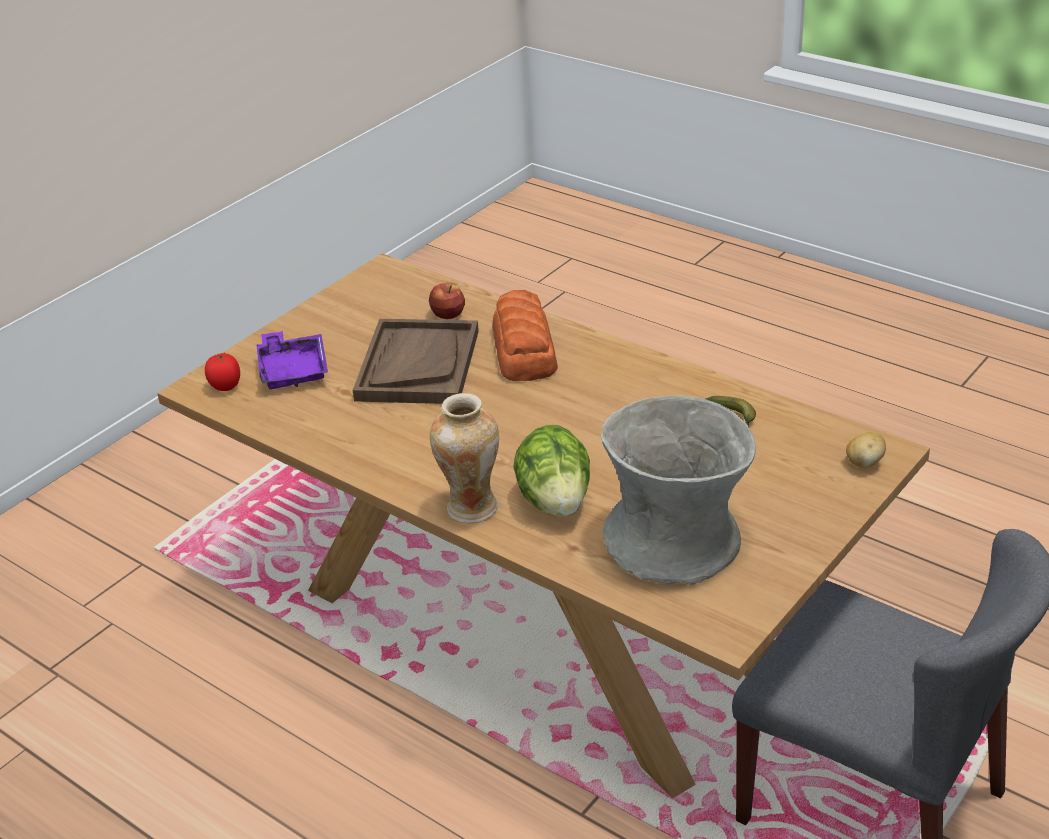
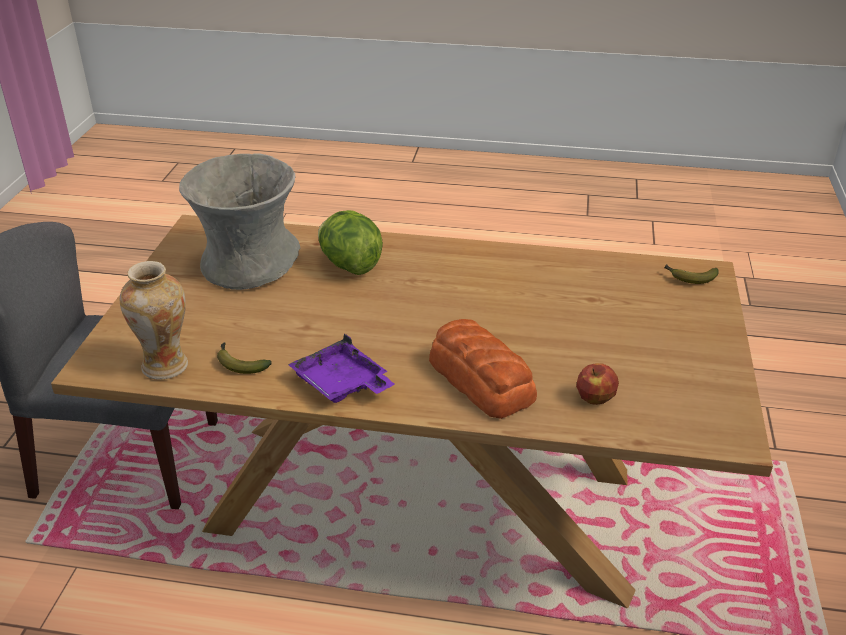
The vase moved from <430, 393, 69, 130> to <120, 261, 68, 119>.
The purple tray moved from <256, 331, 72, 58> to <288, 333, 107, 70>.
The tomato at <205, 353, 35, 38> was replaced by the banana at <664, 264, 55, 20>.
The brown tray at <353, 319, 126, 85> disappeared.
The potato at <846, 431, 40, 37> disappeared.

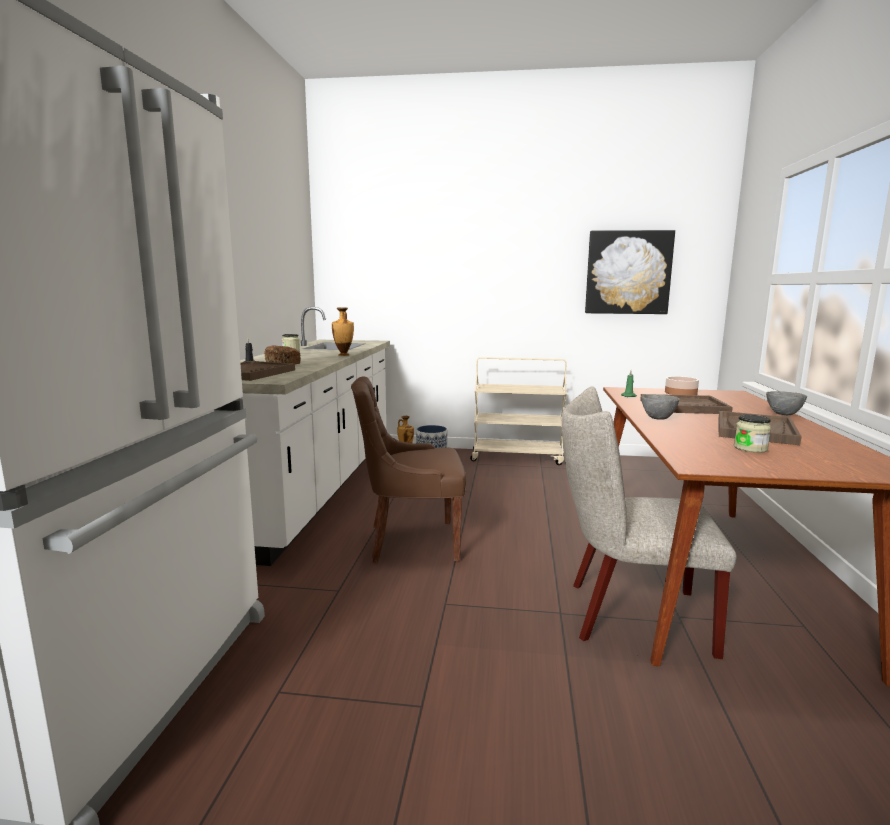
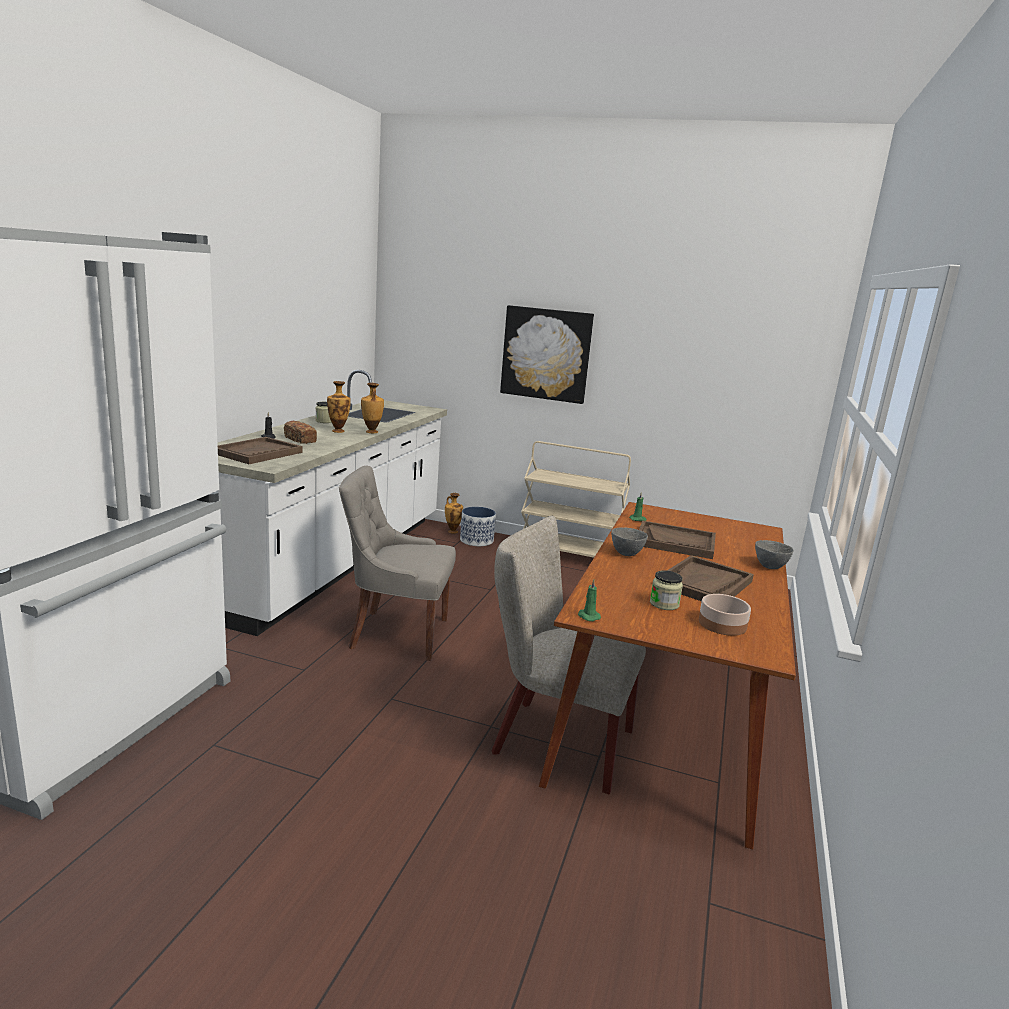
The vase at <327, 381, 24, 52> appeared.
The brown chair at <351, 377, 115, 186> became the grey chair at <339, 466, 117, 195>.
The picture moved from <585, 230, 90, 84> to <500, 305, 94, 99>.
The green candle at <578, 579, 23, 42> appeared.
The bowl moved from <665, 376, 34, 19> to <699, 594, 52, 42>.

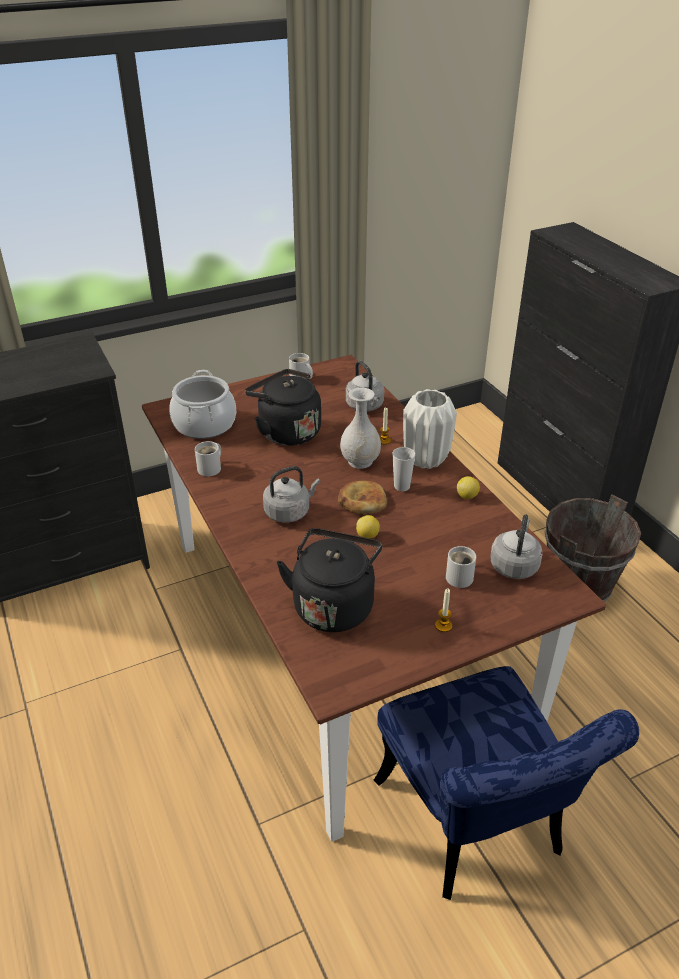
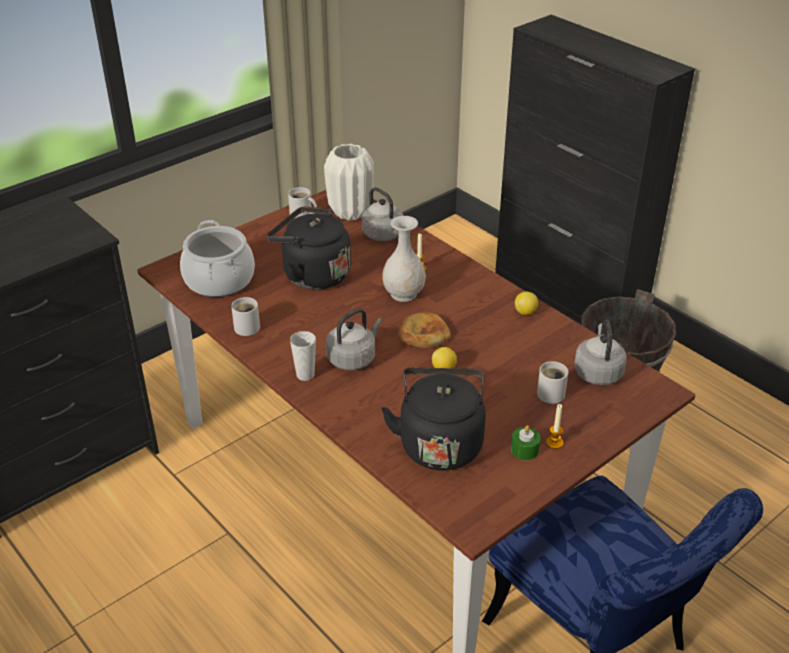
The cup moved from <392, 447, 23, 44> to <290, 331, 26, 50>.
The white vase moved from <403, 389, 54, 80> to <324, 144, 50, 77>.
The green candle at <511, 425, 30, 35> appeared.

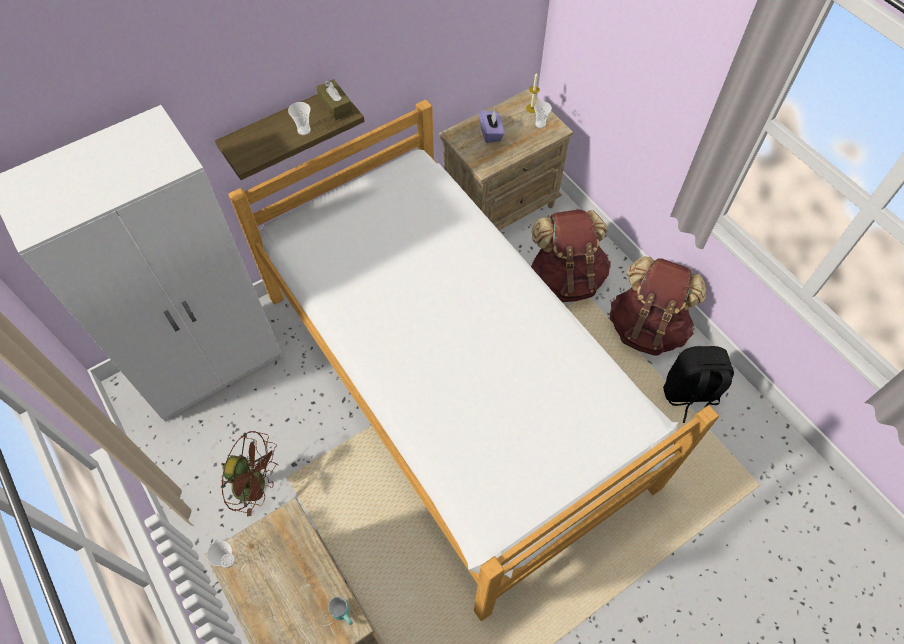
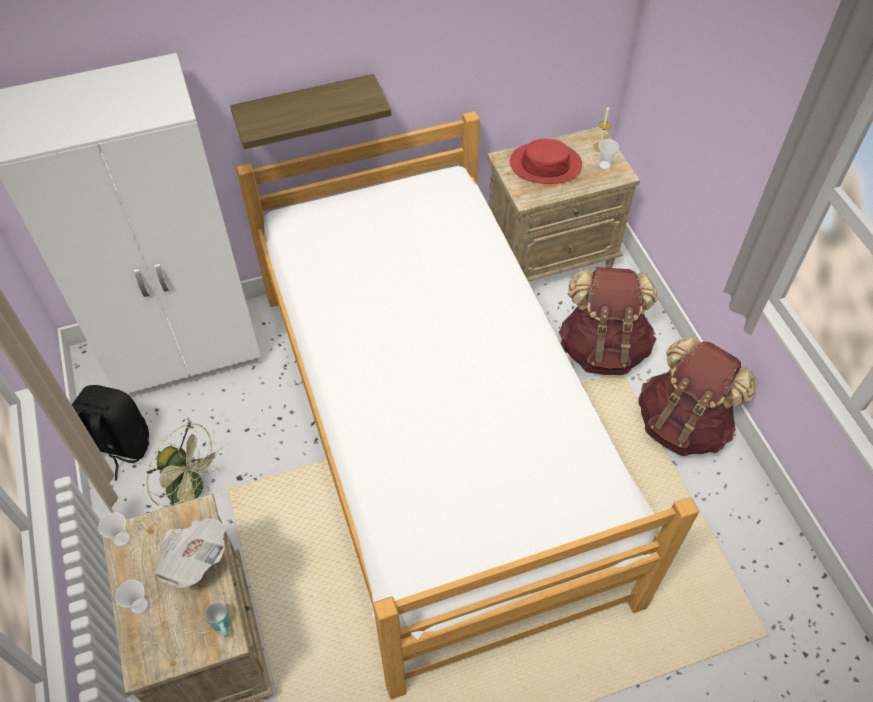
The black backpack moved from <663, 346, 71, 77> to <72, 385, 77, 95>.
The cup moved from <288, 102, 23, 33> to <115, 580, 33, 35>.
The brown fan at <221, 431, 57, 85> became the green fan at <147, 423, 74, 85>.
The newspaper at <153, 516, 74, 72> appeared.
The purple tissue box at <479, 110, 26, 33> was replaced by the red hat at <510, 139, 72, 45>.
The brown tissue box at <316, 79, 37, 42> disappeared.

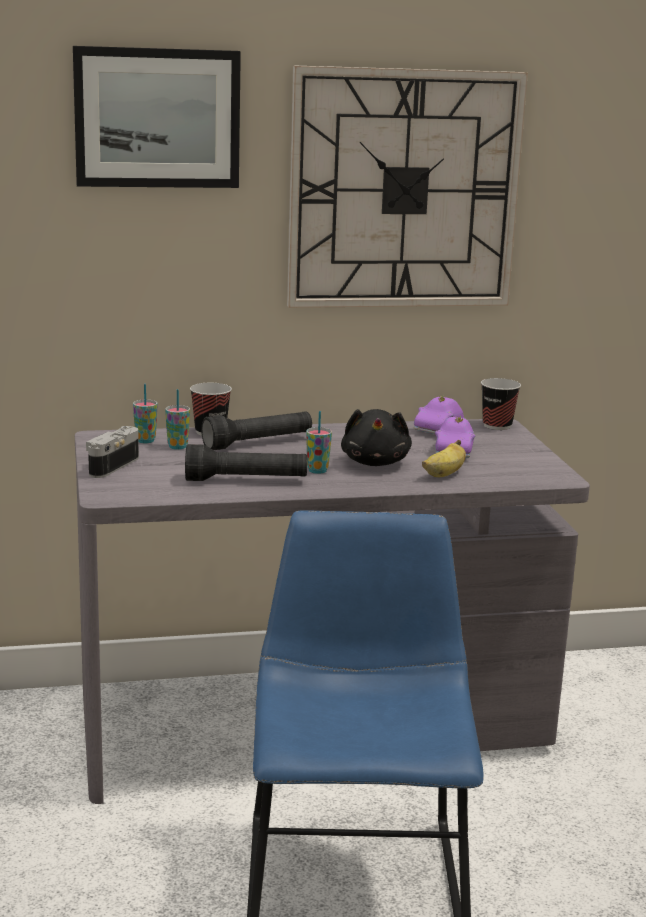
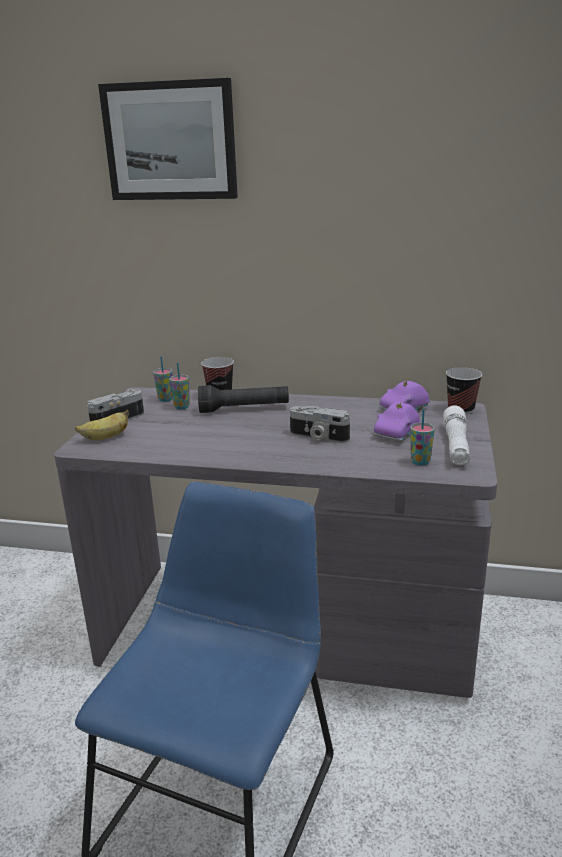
The banana moved from <422, 440, 44, 37> to <75, 410, 54, 30>.
The black plush toy at <341, 409, 71, 57> was replaced by the photo camera at <290, 406, 60, 37>.
The cup moved from <306, 411, 26, 63> to <410, 409, 25, 57>.
The white flashlight at <443, 405, 27, 60> appeared.
The black flashlight at <185, 444, 122, 37> disappeared.
The wall clock at <287, 65, 241, 243> disappeared.

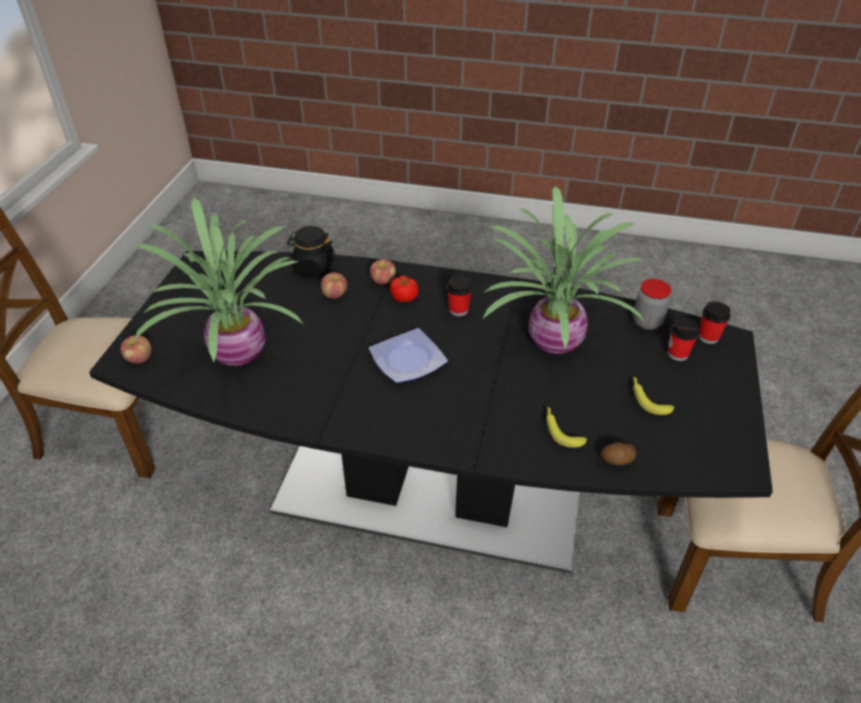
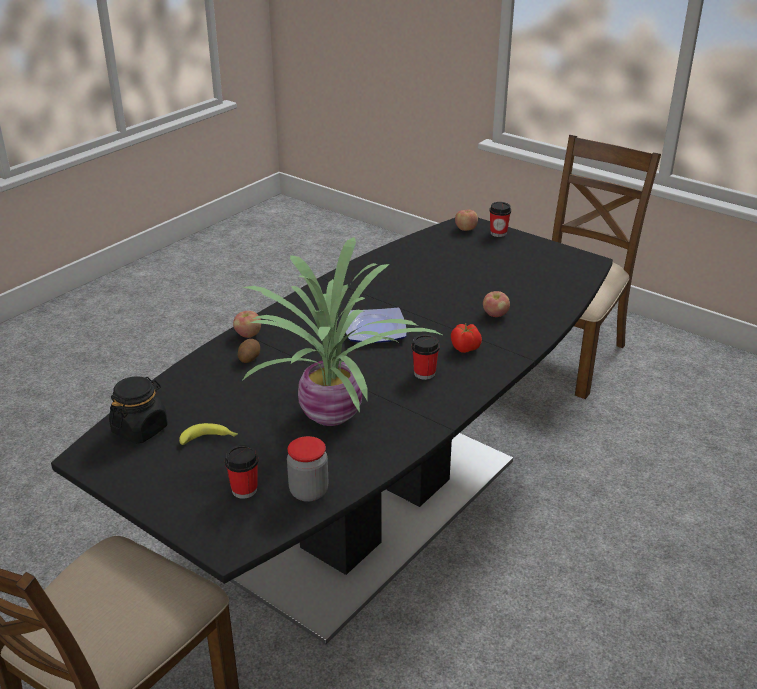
The black jar moved from <287, 226, 48, 51> to <109, 376, 59, 68>.
The apple moved from <370, 259, 26, 26> to <233, 311, 28, 27>.
The potato moved from <601, 442, 35, 24> to <238, 339, 22, 24>.
The cup moved from <698, 301, 33, 43> to <489, 202, 22, 35>.
The potted plant at <133, 198, 170, 168> disappeared.
The banana at <547, 407, 40, 41> disappeared.

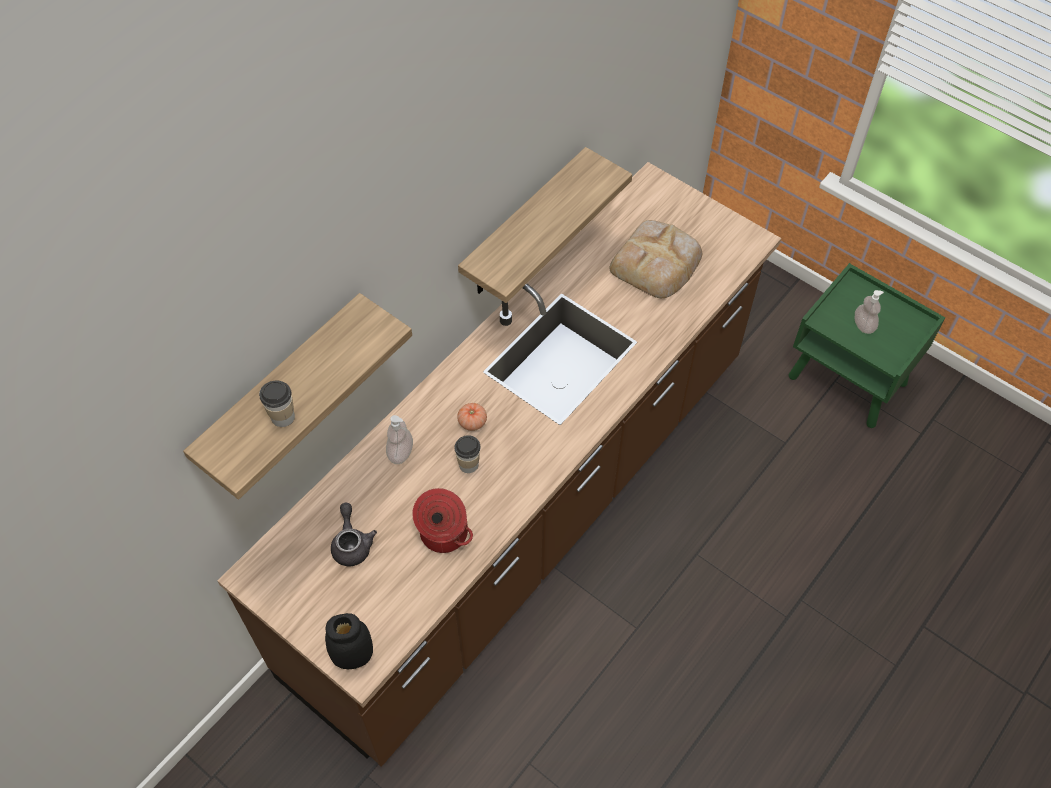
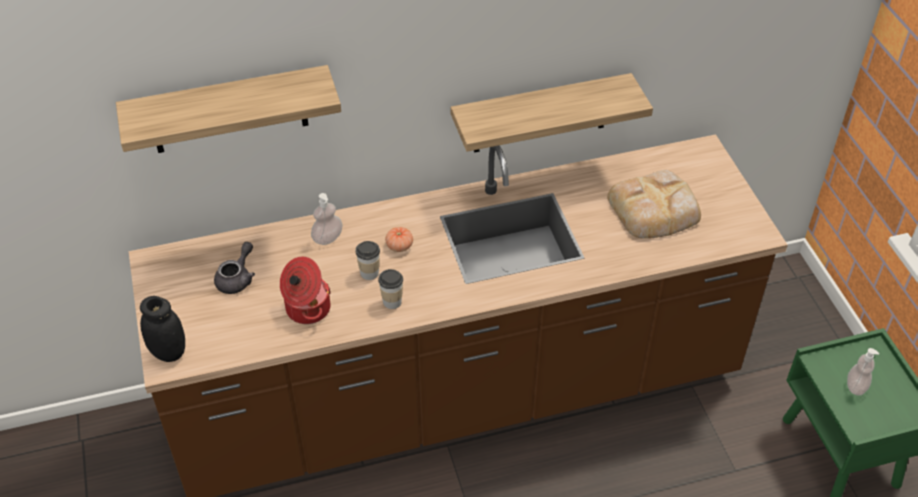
The cup moved from <259, 381, 36, 46> to <378, 269, 25, 40>.

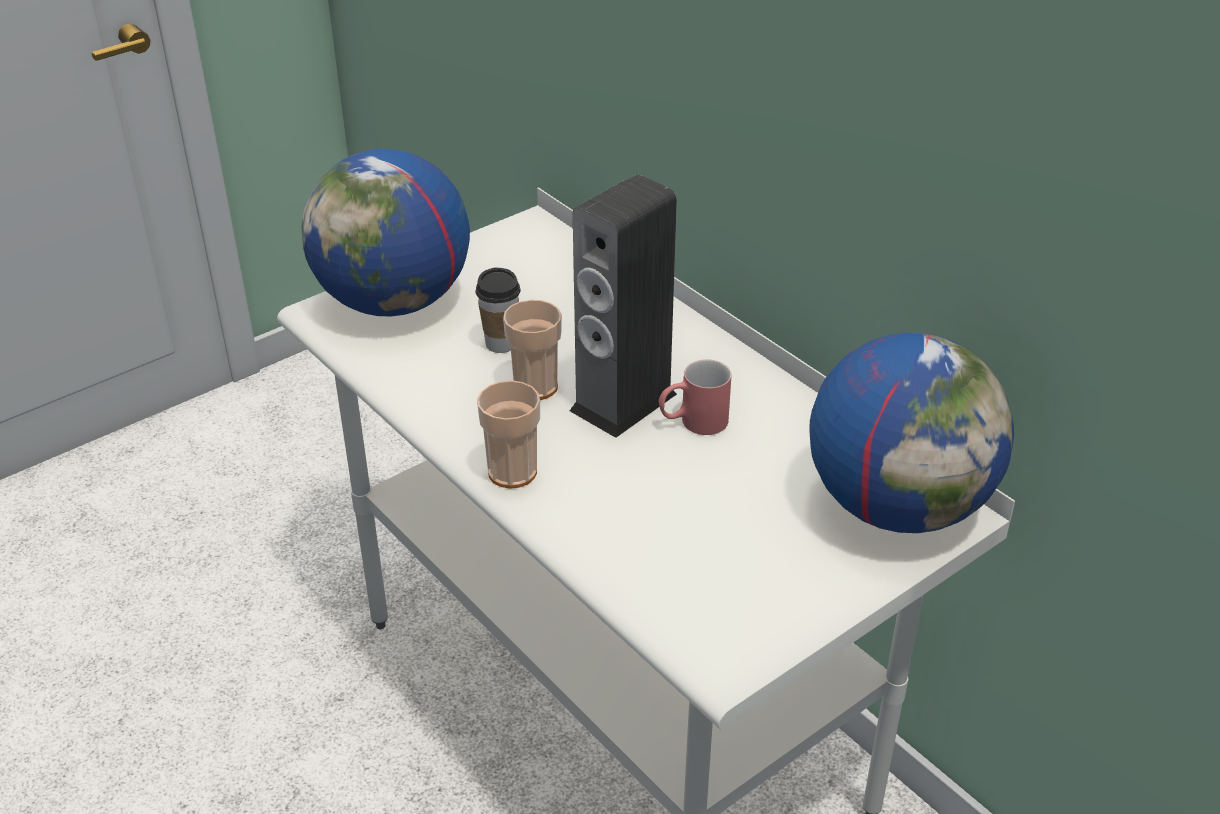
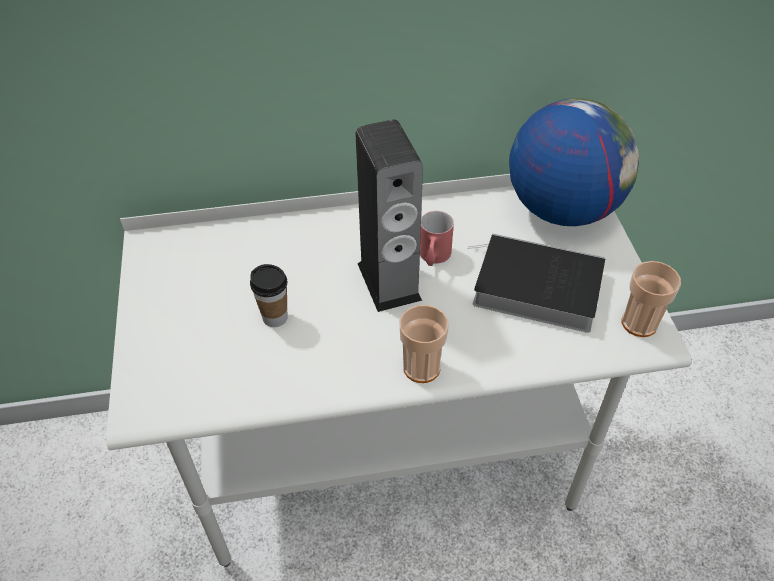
The book at <467, 233, 139, 100> appeared.
The cup moved from <503, 300, 59, 100> to <622, 261, 59, 76>.
The globe at <302, 149, 168, 167> disappeared.

